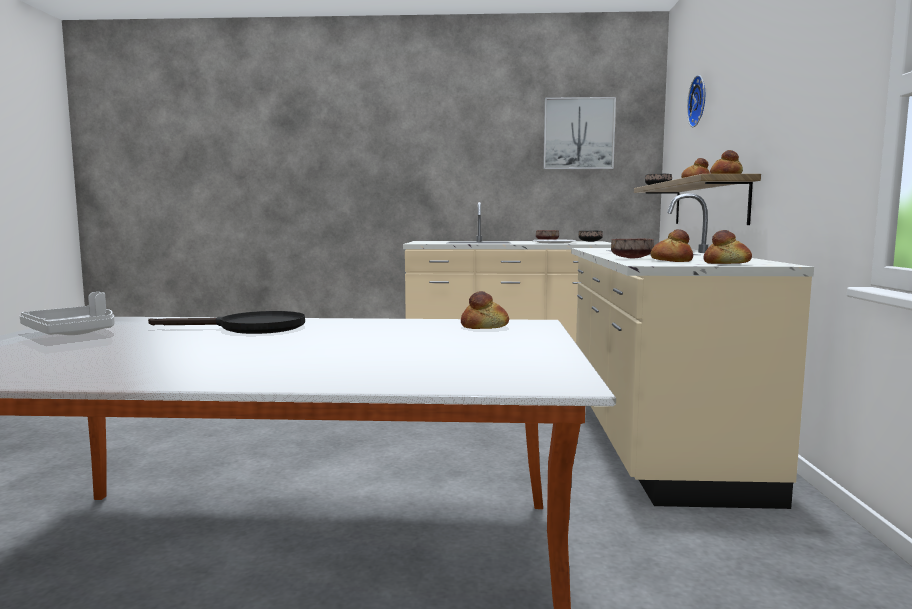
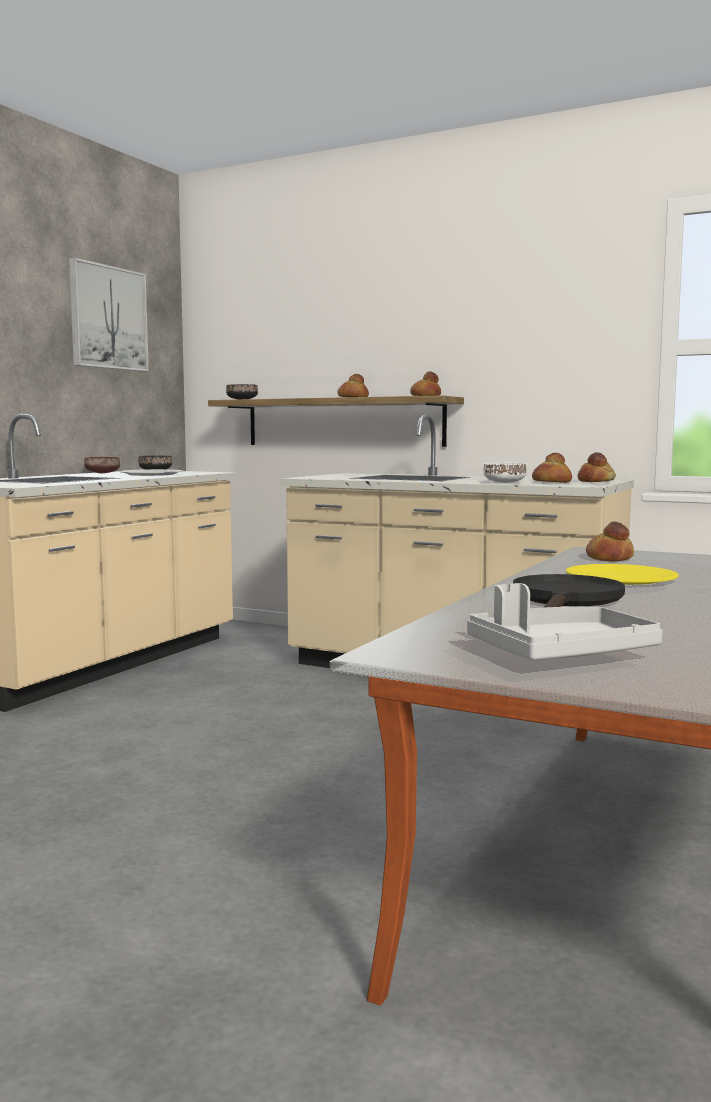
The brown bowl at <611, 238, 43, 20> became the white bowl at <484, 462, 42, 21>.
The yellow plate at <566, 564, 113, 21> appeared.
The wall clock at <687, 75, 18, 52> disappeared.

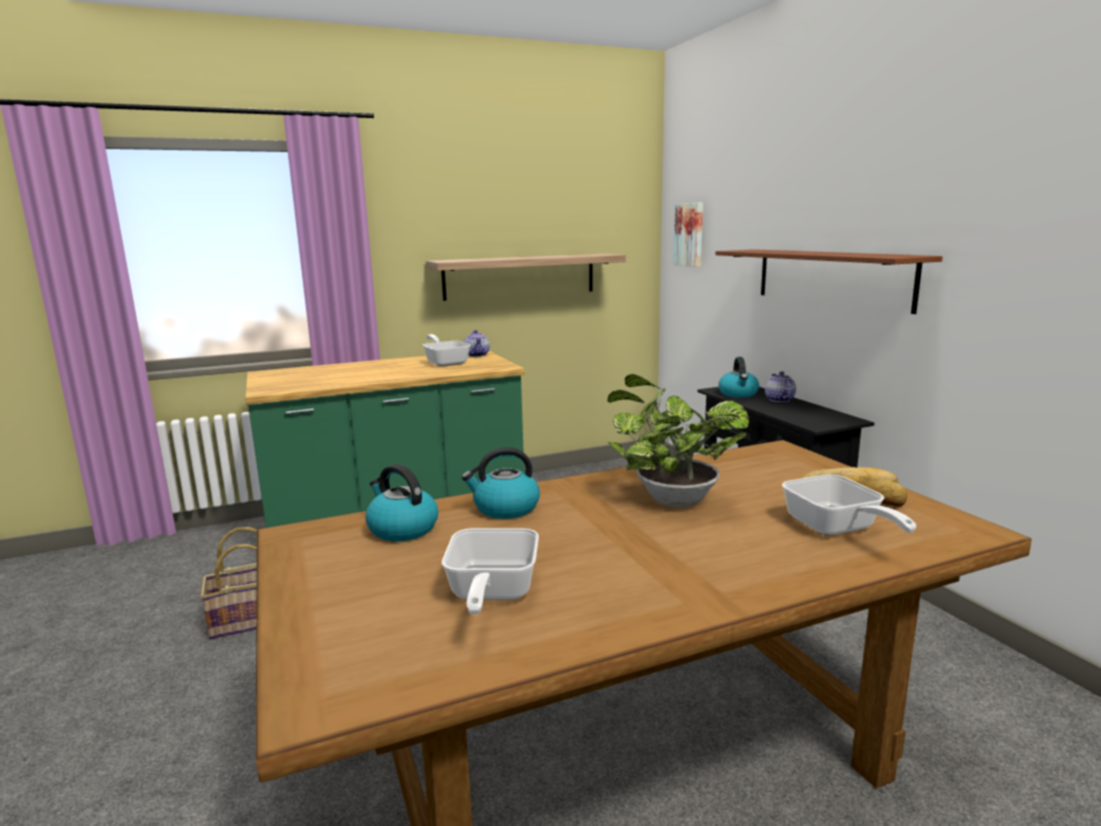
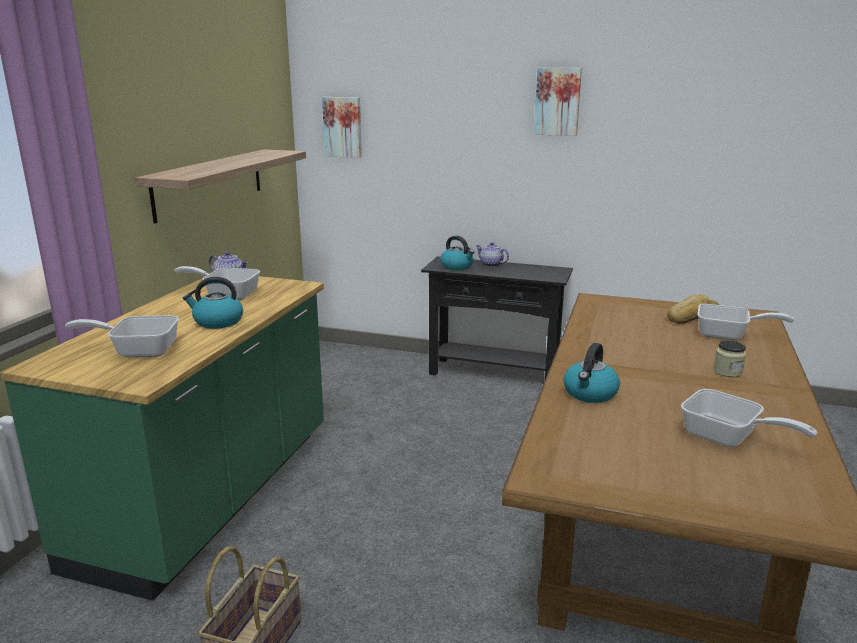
The frying pan at <65, 315, 114, 42> appeared.
The kettle moved from <366, 464, 72, 77> to <183, 277, 60, 52>.
The picture at <534, 68, 48, 68> appeared.
The jar at <713, 341, 33, 36> appeared.
The potted plant at <607, 374, 142, 134> disappeared.
The brown shelf at <715, 249, 228, 65> disappeared.

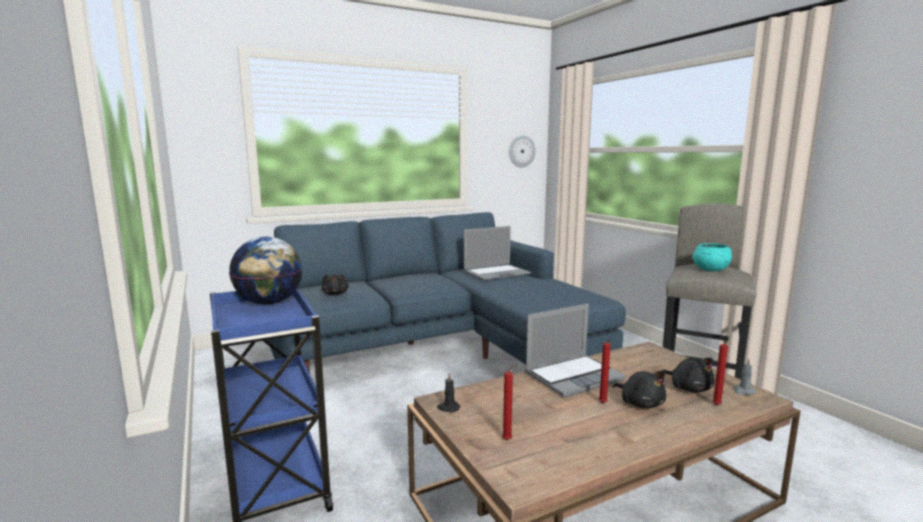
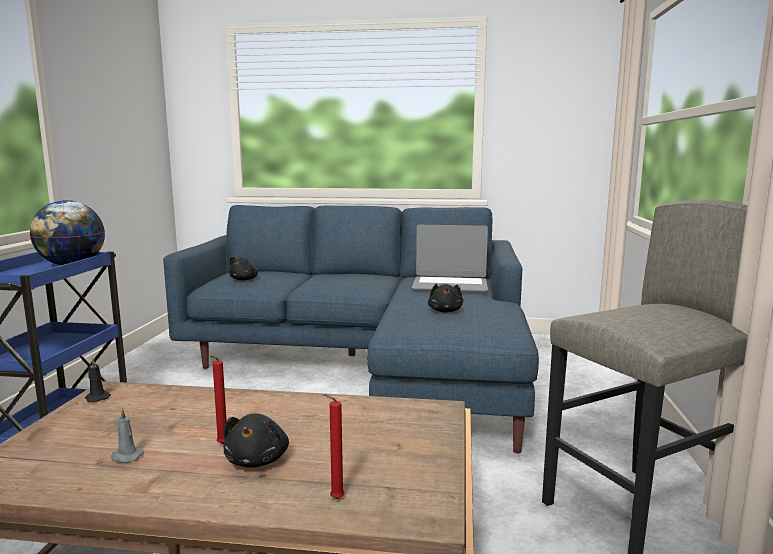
The grey candle moved from <734, 359, 22, 36> to <111, 408, 33, 55>.
The black plush toy moved from <662, 358, 53, 34> to <428, 284, 35, 29>.
The red candle at <502, 365, 15, 75> disappeared.
The wall clock at <509, 135, 27, 33> disappeared.
The laptop at <525, 303, 101, 95> disappeared.
The turquoise bowl at <692, 243, 40, 28> disappeared.

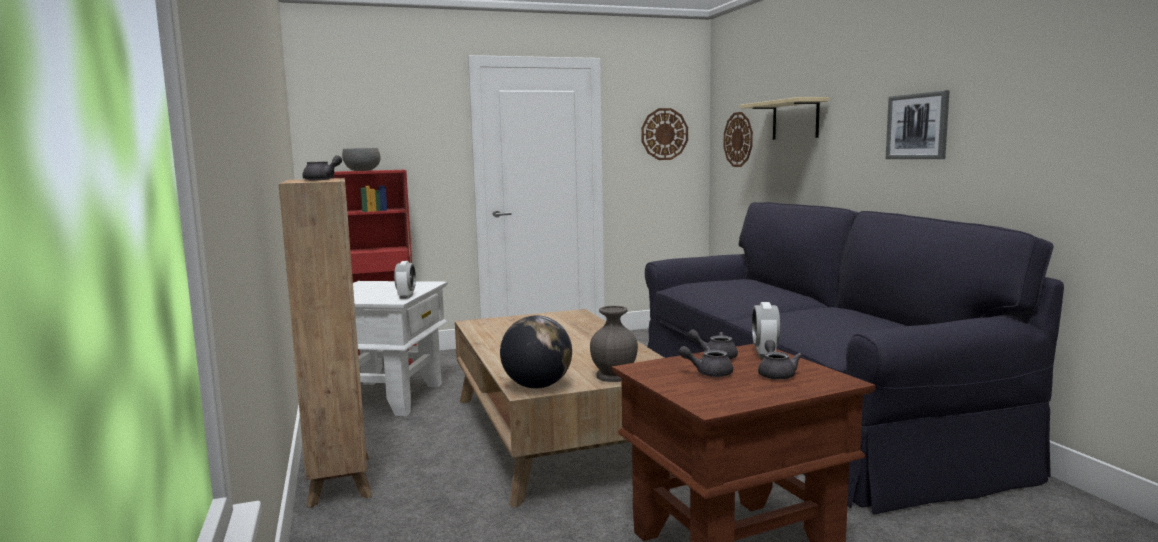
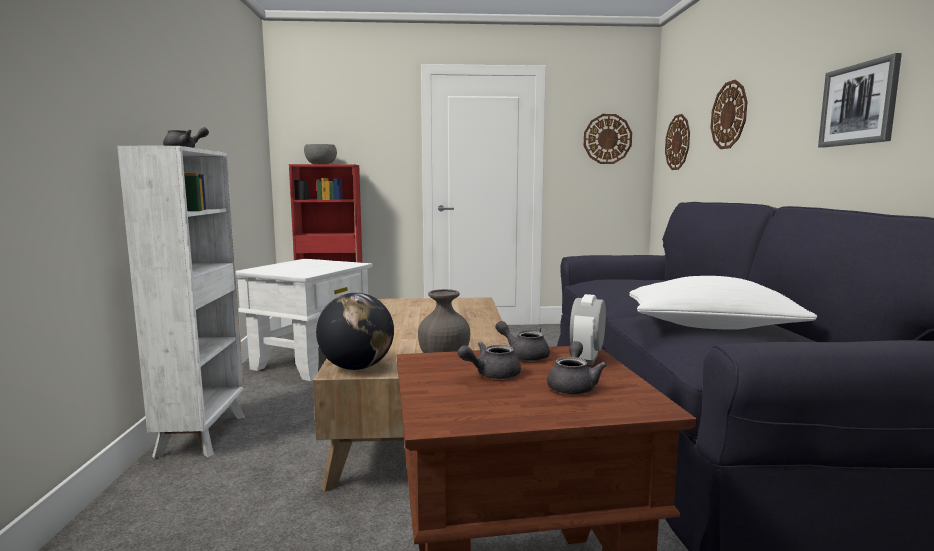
The brown bookcase at <279, 178, 94, 330> became the white bookcase at <117, 146, 128, 313>.
The grey teapot at <678, 346, 55, 31> turned 45 degrees counterclockwise.
The white pillow at <629, 276, 188, 54> appeared.
The beige shelf at <740, 97, 89, 43> was replaced by the wall clock at <711, 80, 37, 69>.
The alarm clock at <394, 261, 22, 38> disappeared.

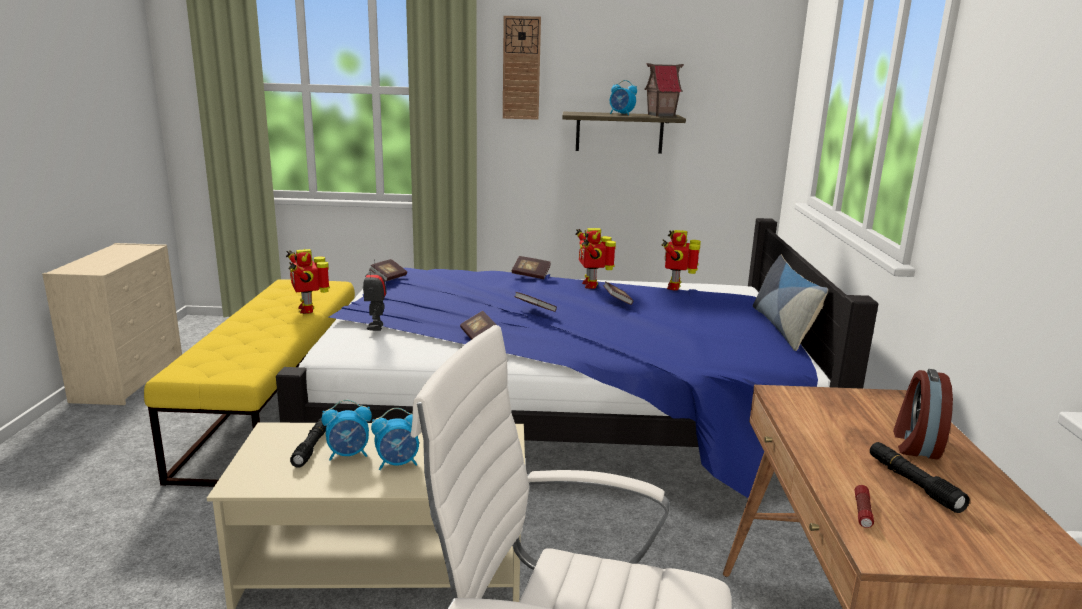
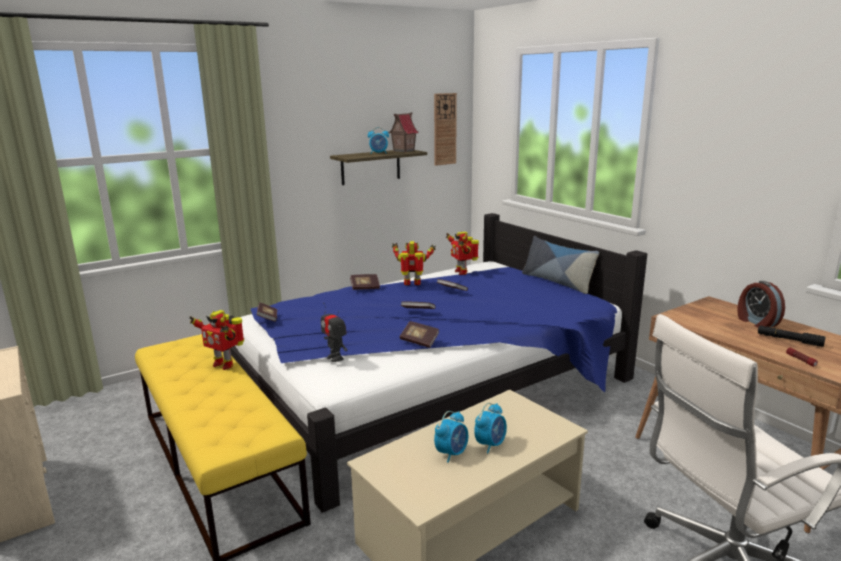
The toy robot at <575, 228, 41, 61> turned 135 degrees clockwise.
The wall clock moved from <503, 16, 38, 104> to <434, 93, 23, 73>.
The black flashlight at <290, 418, 37, 50> disappeared.

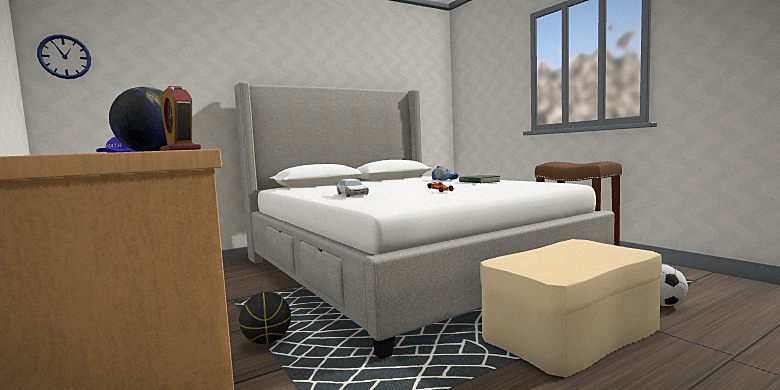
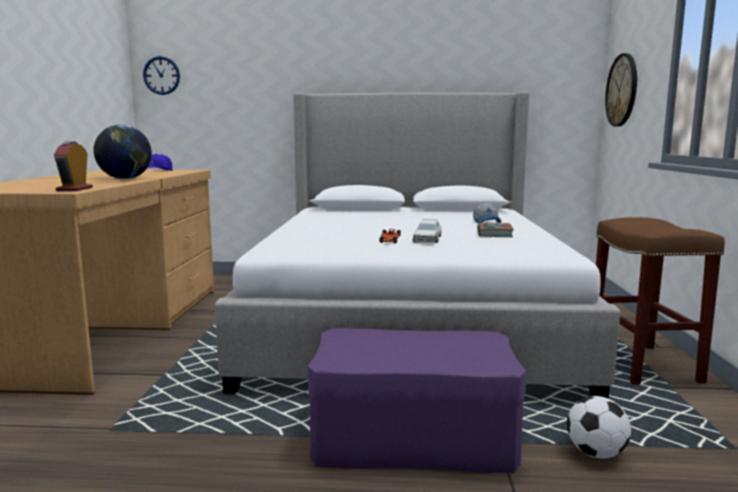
The beige ottoman at <480, 239, 182, 138> became the purple ottoman at <308, 328, 219, 145>.
The toy car moved from <337, 178, 32, 19> to <413, 219, 28, 24>.
The wall clock at <605, 53, 32, 74> appeared.
The basketball at <239, 292, 52, 52> disappeared.

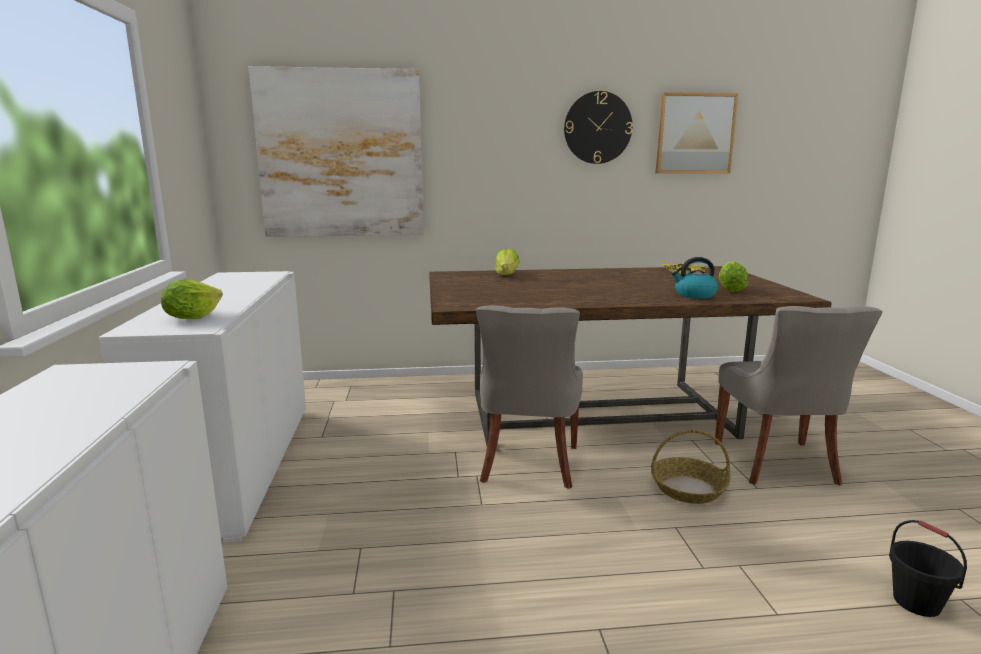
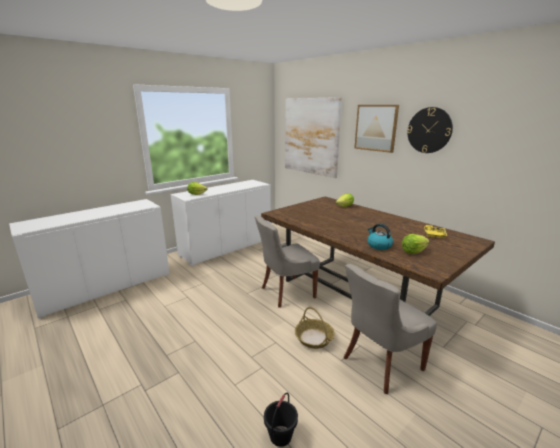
The picture moved from <655, 92, 83, 82> to <354, 105, 45, 48>.

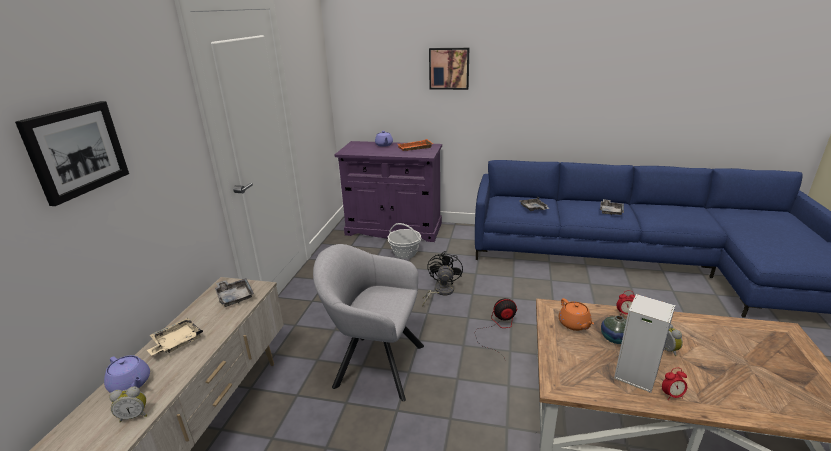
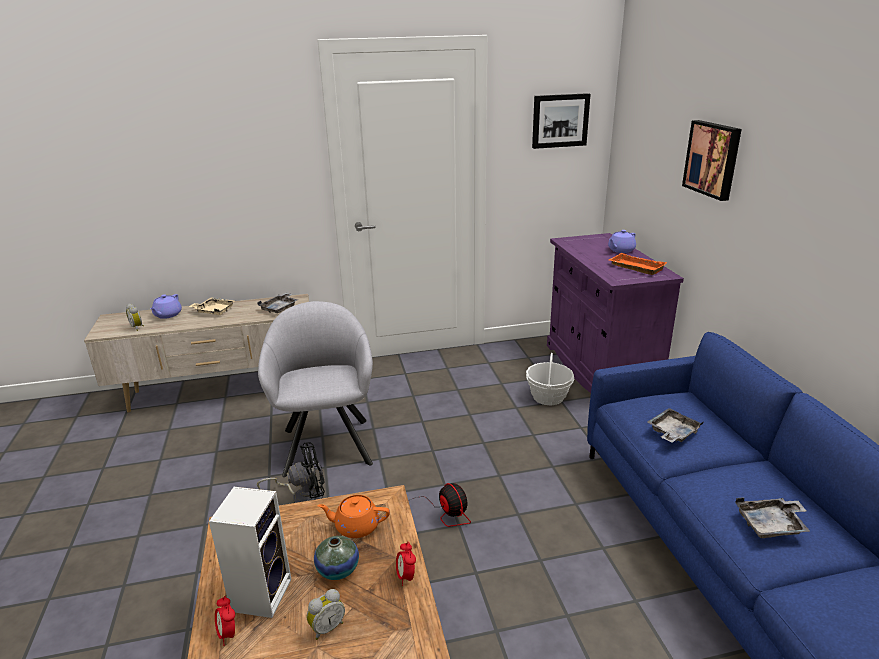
The black fan moved from <422, 251, 41, 56> to <257, 442, 68, 61>.
The orange teapot at <559, 298, 35, 33> turned 45 degrees clockwise.
The picture moved from <15, 101, 114, 105> to <532, 93, 59, 56>.

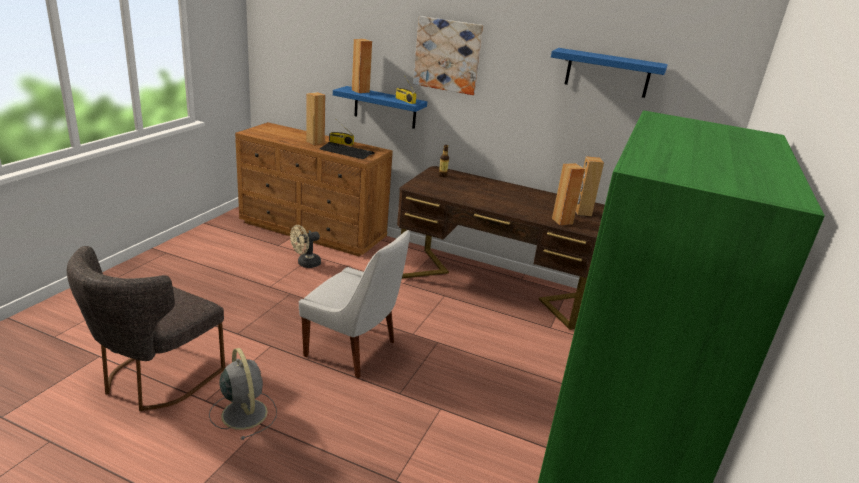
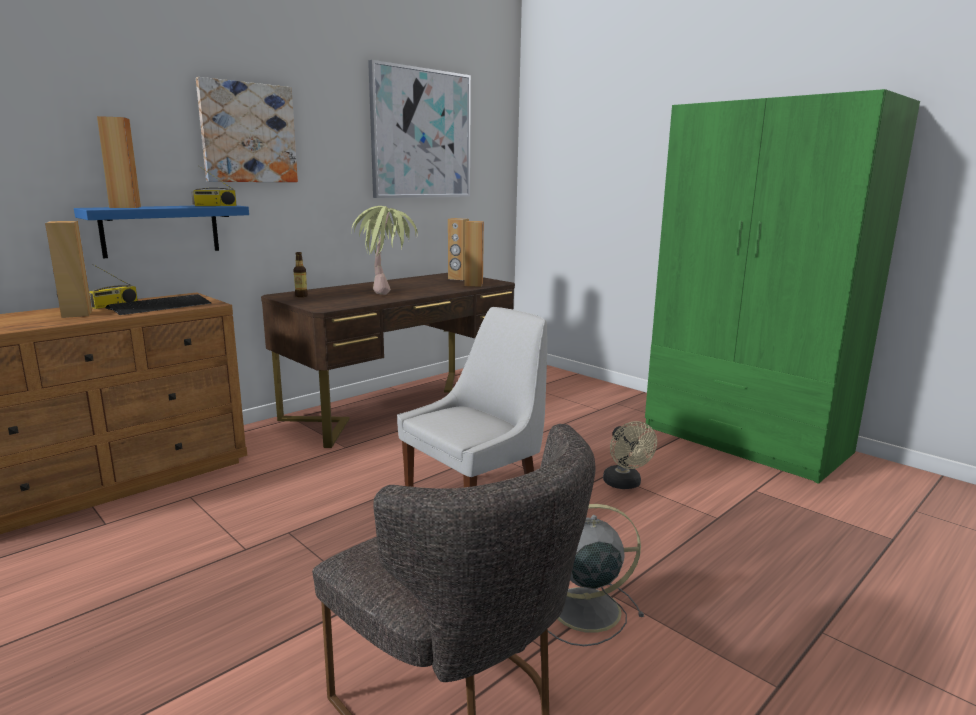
The potted plant at <352, 206, 66, 89> appeared.
The blue shelf at <551, 48, 117, 50> was replaced by the picture at <368, 60, 103, 138>.
The beige fan moved from <290, 225, 31, 43> to <603, 421, 54, 68>.

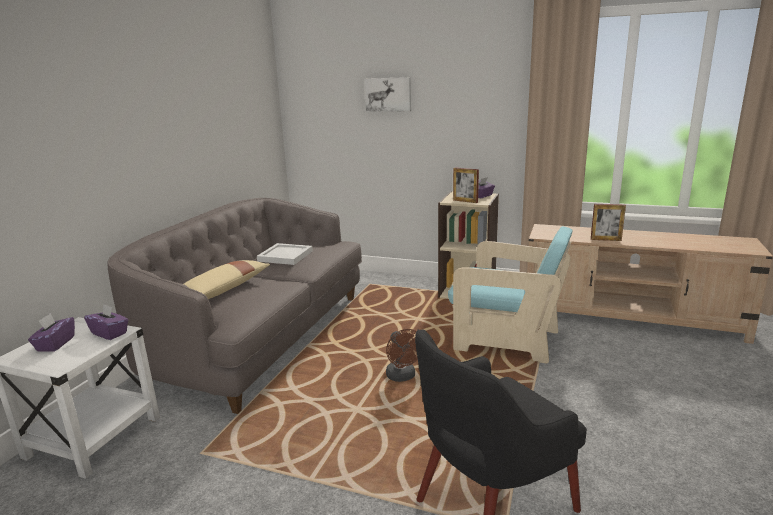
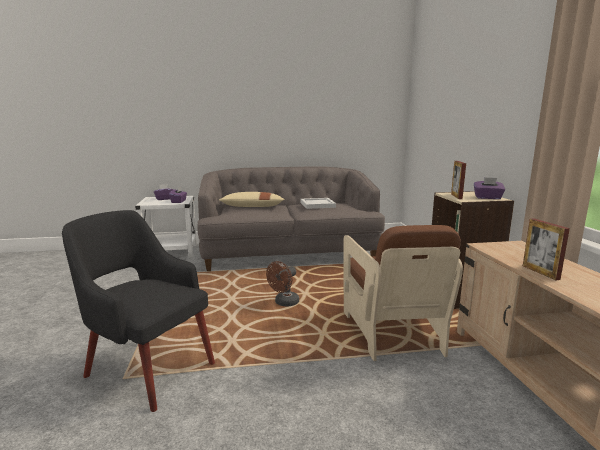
The turquoise armchair at <448, 226, 125, 137> became the brown armchair at <343, 225, 120, 136>.
The picture at <365, 77, 46, 35> disappeared.

